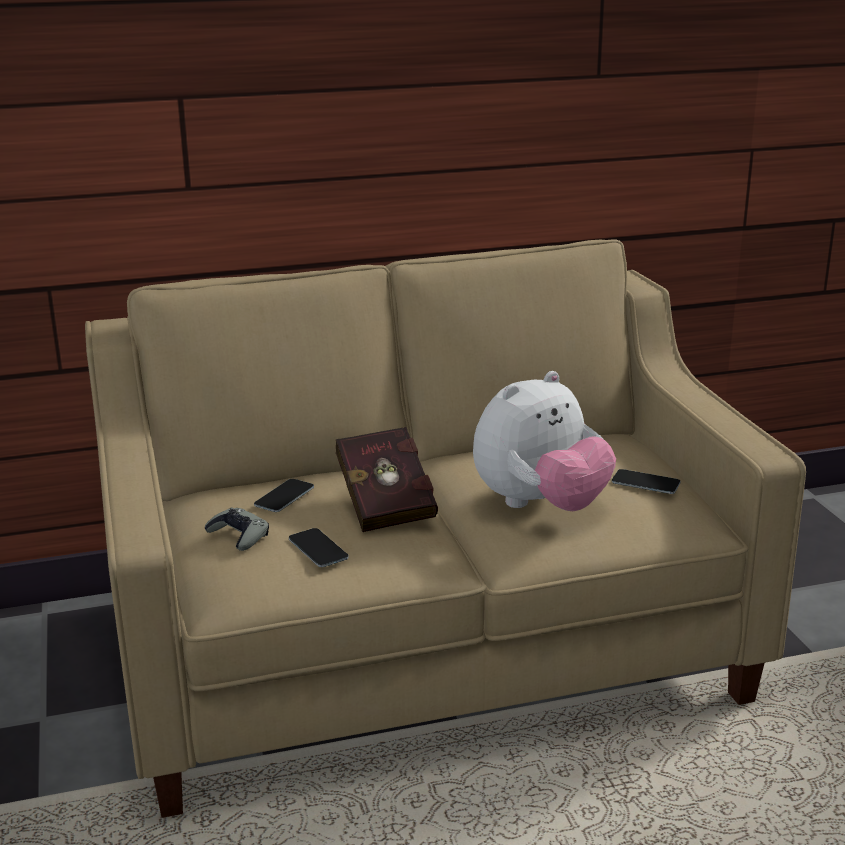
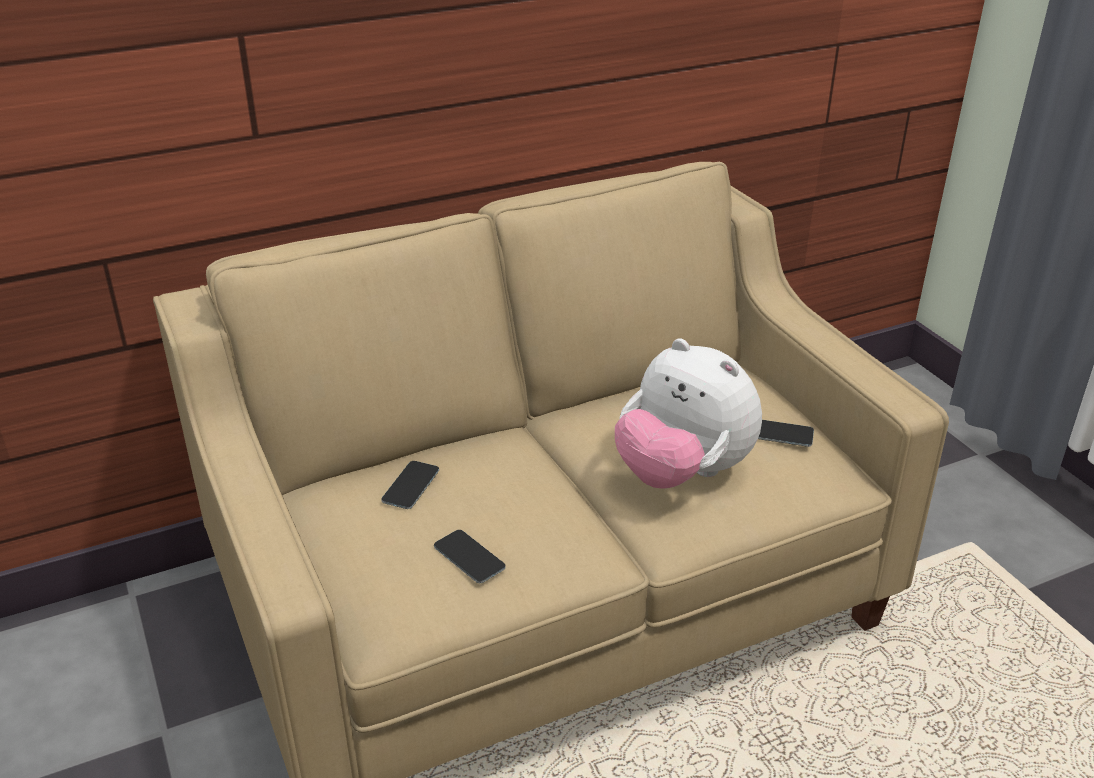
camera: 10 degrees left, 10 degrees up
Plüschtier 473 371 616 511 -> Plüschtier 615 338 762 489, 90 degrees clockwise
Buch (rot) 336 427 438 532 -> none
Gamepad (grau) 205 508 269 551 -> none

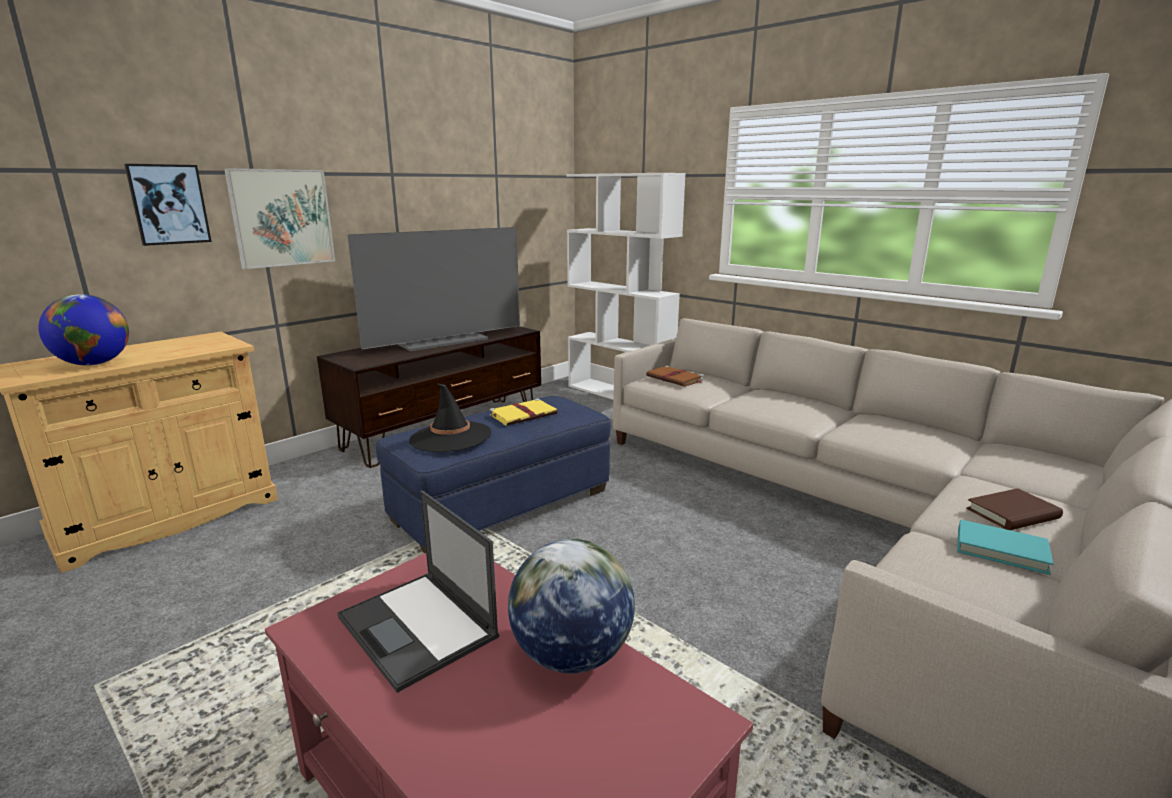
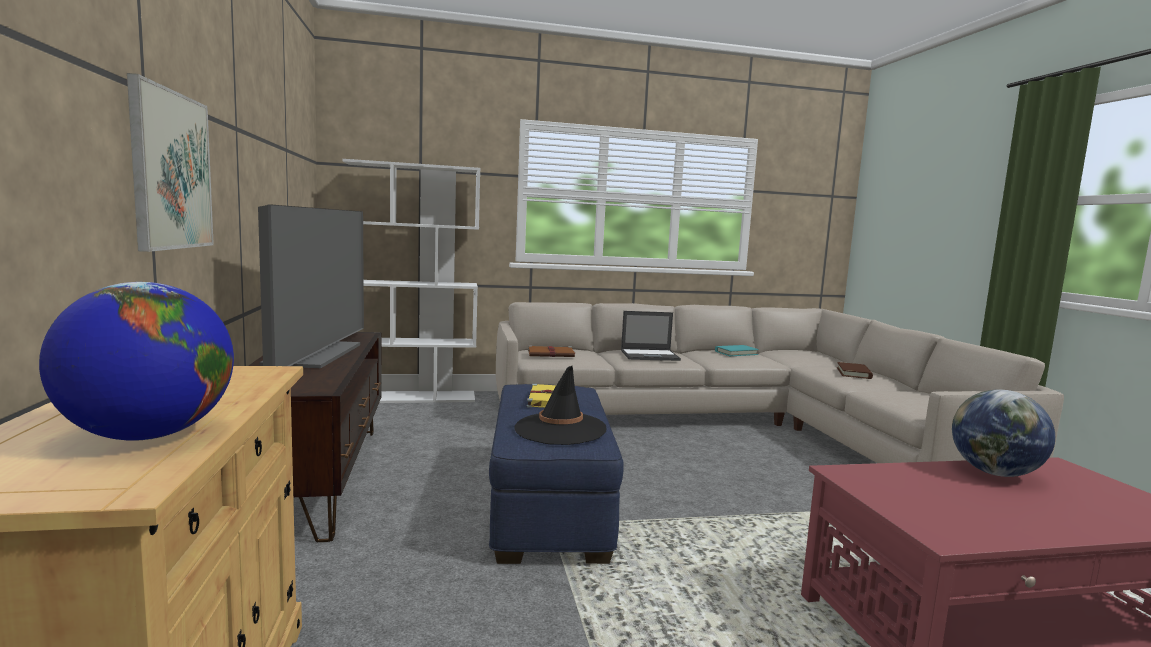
camera: 55 degrees left, 10 degrees down
Bild 124 164 212 246 -> none
Laptop 337 490 499 693 -> Laptop 621 311 681 361, shifted
Buch (türkis) 957 519 1053 575 -> Buch (türkis) 715 345 759 356, shifted

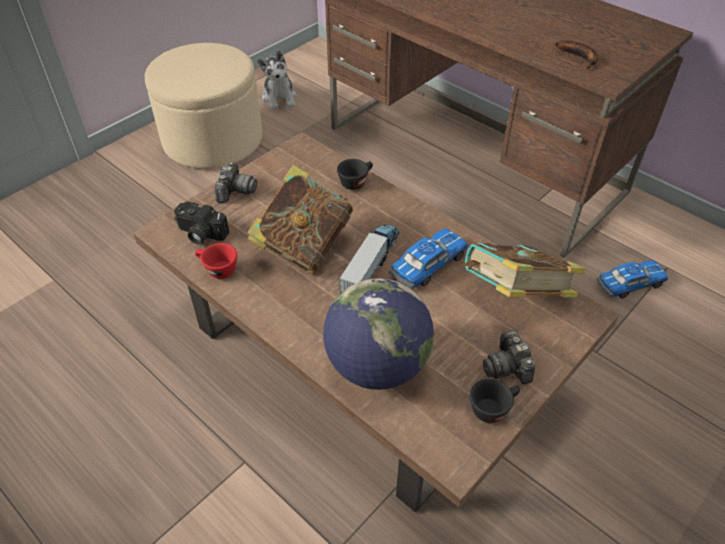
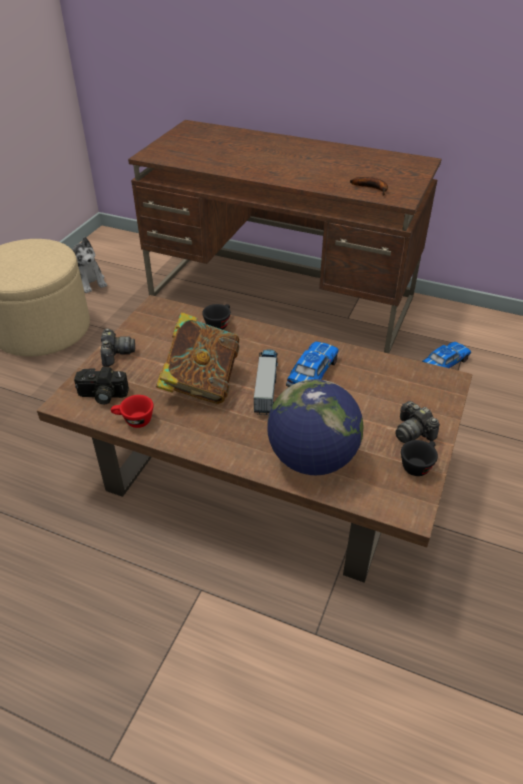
camera: 20 degrees left, 5 degrees down
Buch 463 243 586 298 -> none

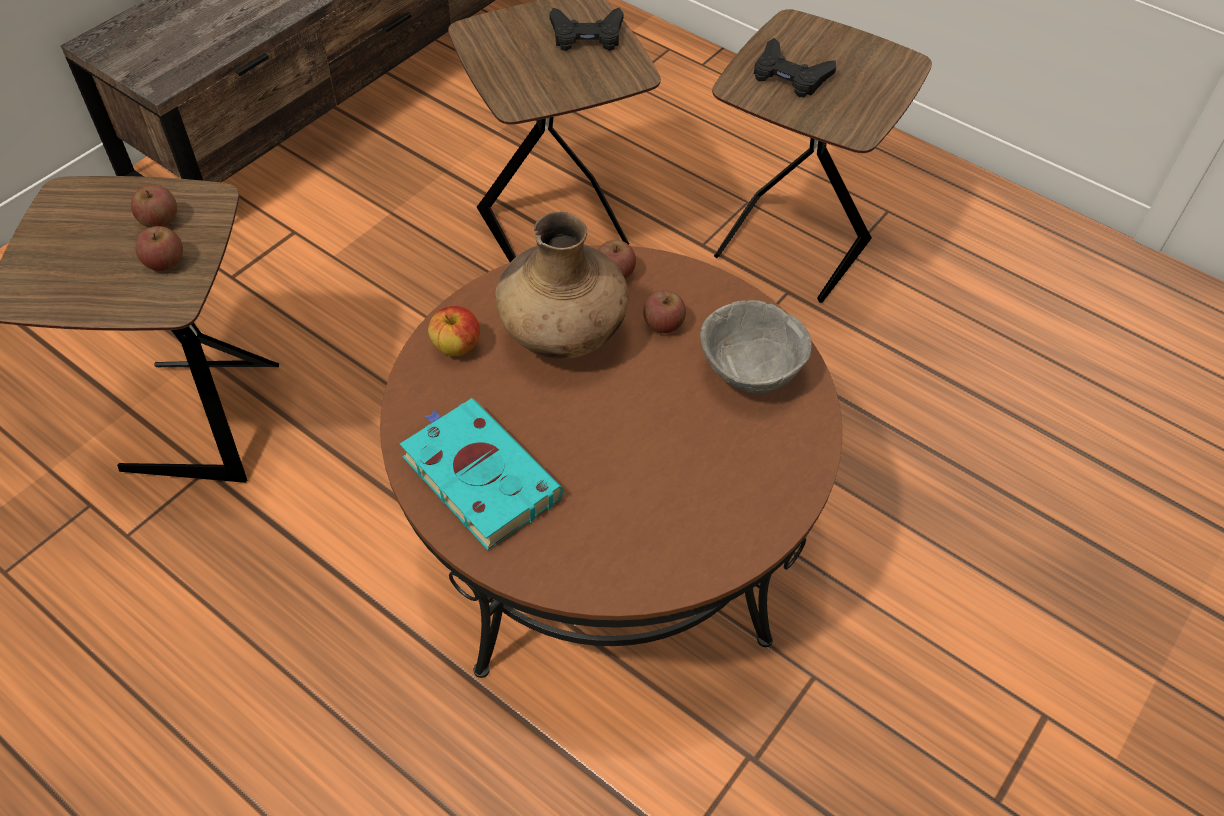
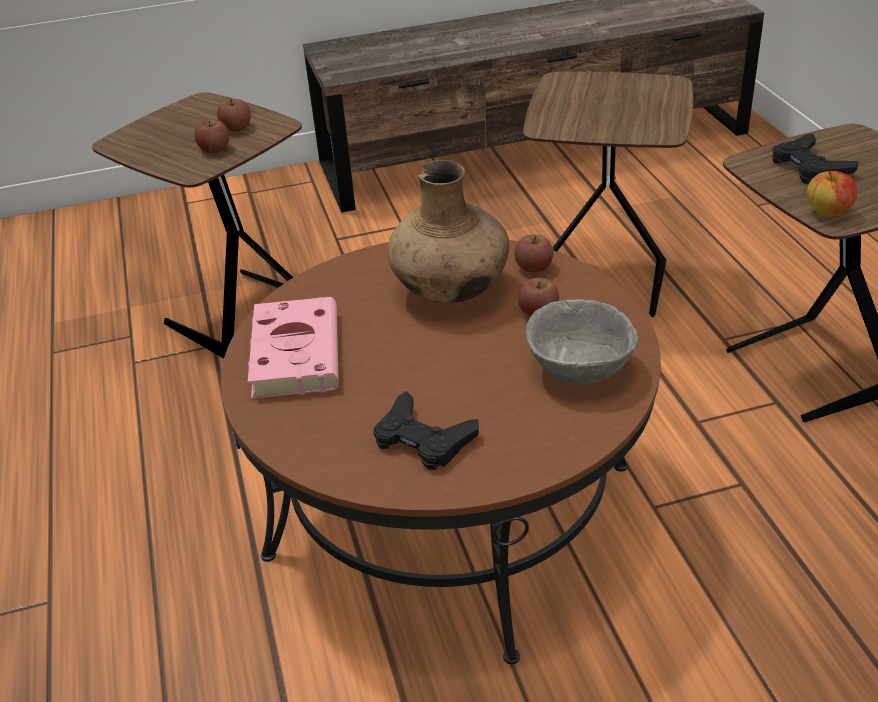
camera: 40 degrees right, 15 degrees down
Gamepad (schwarz) 549 7 624 51 -> Gamepad (schwarz) 373 391 479 470, shifted
Apfel 428 306 480 356 -> Apfel 807 171 857 216, shifted
Buch (türkis) 400 398 563 550 -> Buch (rosa) 248 297 339 399

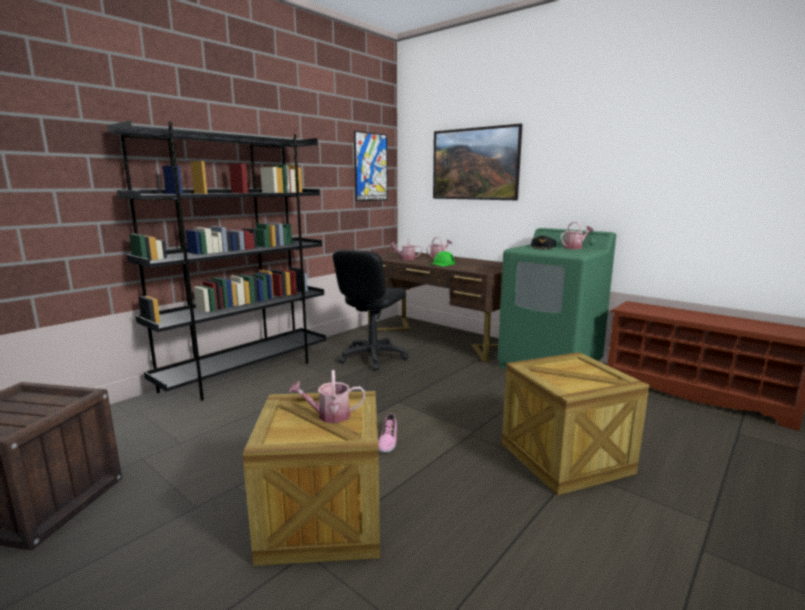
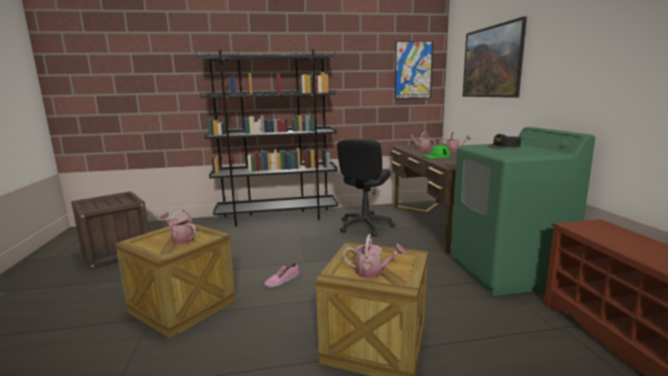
camera: 40 degrees right, 0 degrees up
Gießkanne 560 222 593 249 -> Gießkanne 343 234 405 278, shifted
Bürostuhl (schwarz) 333 250 409 370 -> Bürostuhl (schwarz) 337 139 395 236, 45 degrees counterclockwise

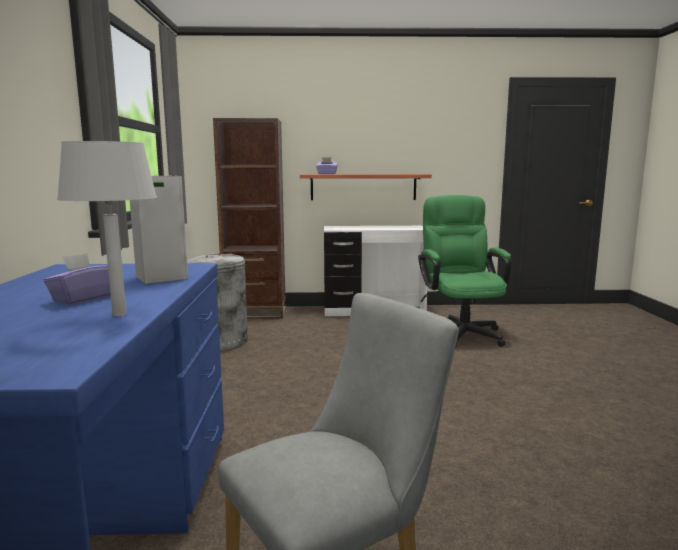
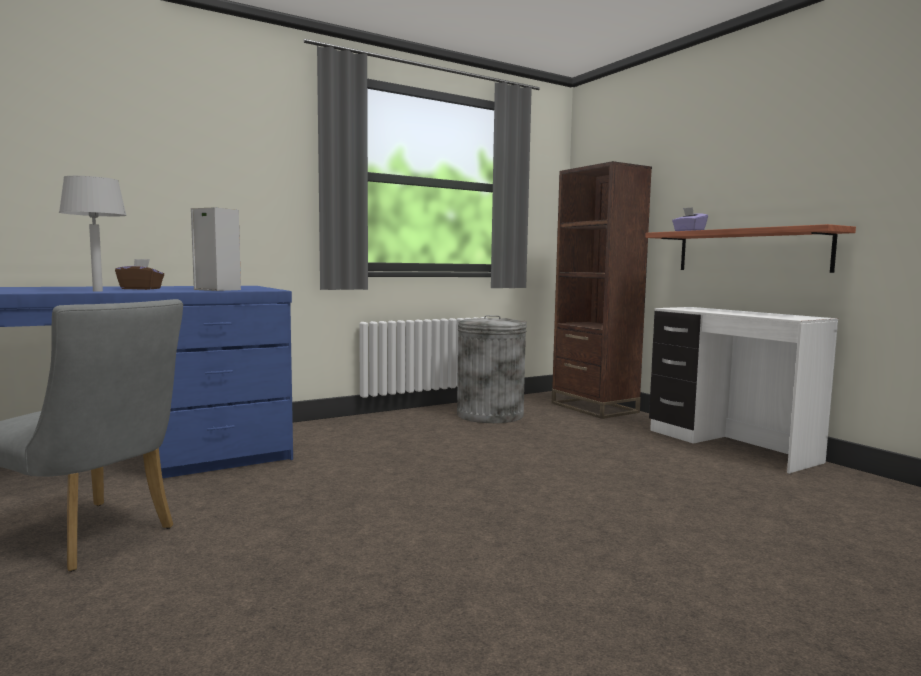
camera: 60 degrees right, 5 degrees down
Bürostuhl (grün) 418 195 512 349 -> none
Taschentuchbox (lila) 44 253 111 305 -> Taschentuchbox (braun) 115 259 164 290

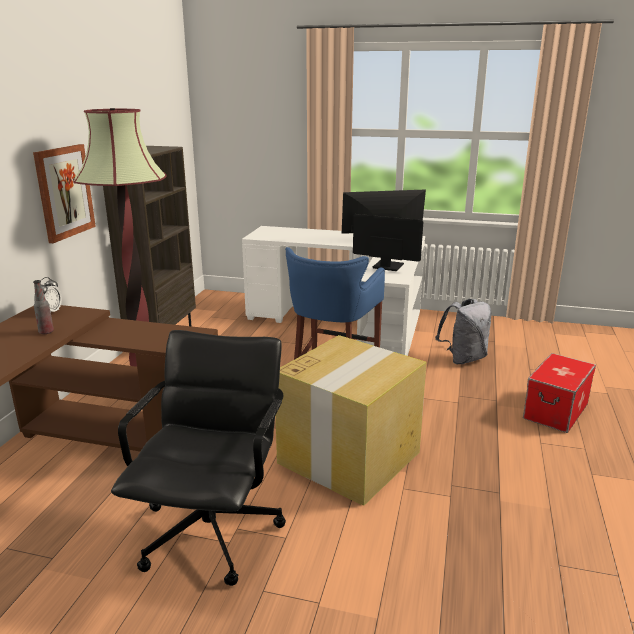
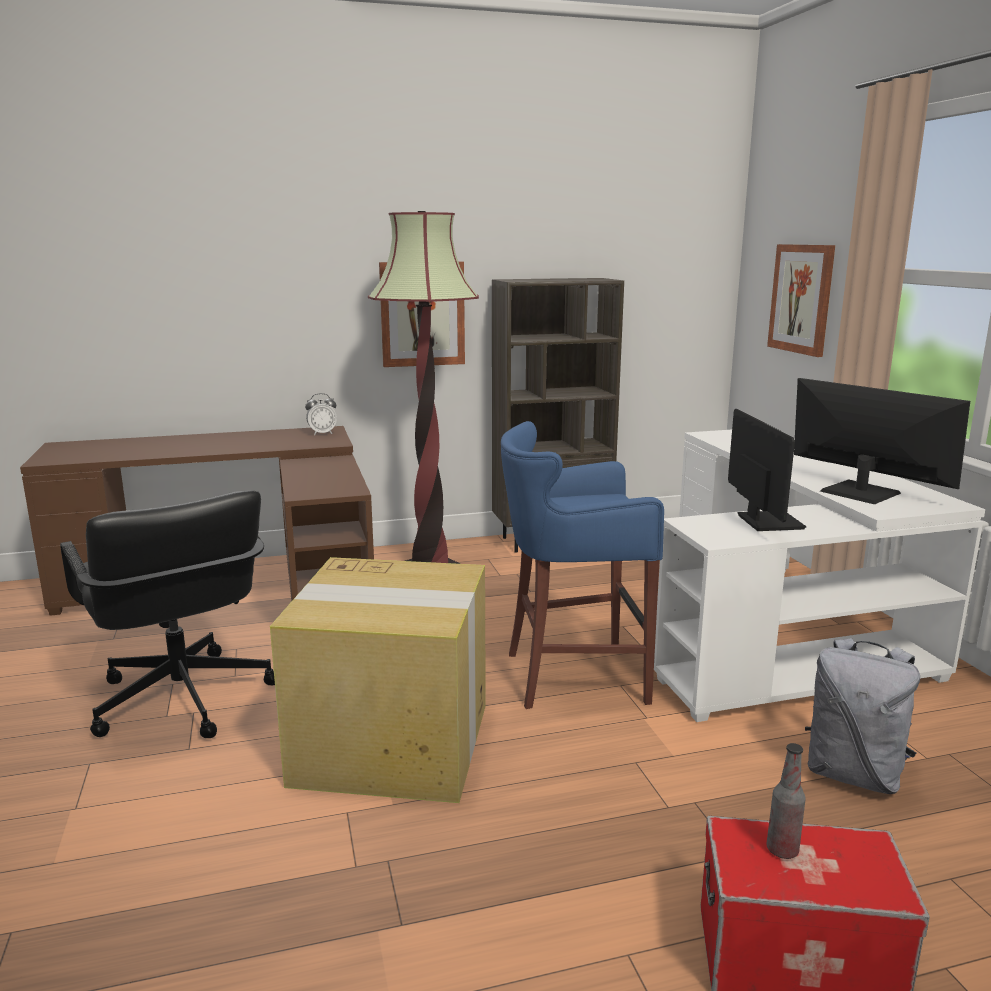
camera: 60 degrees right, 5 degrees down
Flasche 33 280 54 334 -> Flasche 767 743 806 859, shifted
Bürostuhl (schwarz) 111 330 286 586 -> Bürostuhl (schwarz) 60 490 275 738, 75 degrees clockwise
none -> Bild 767 244 835 357

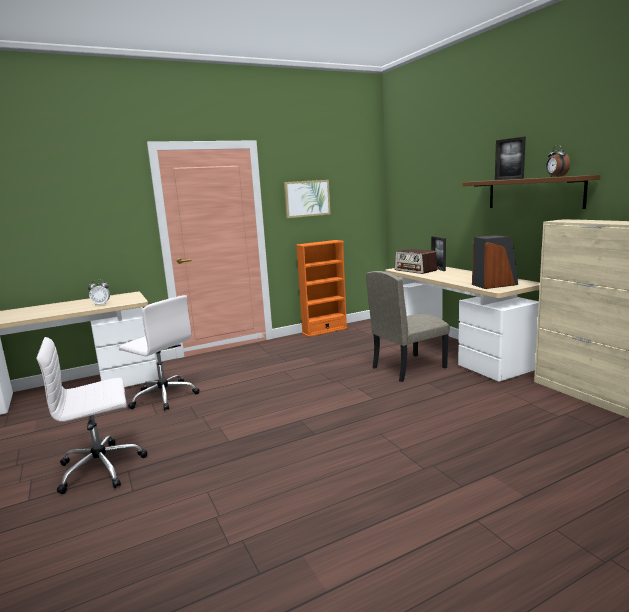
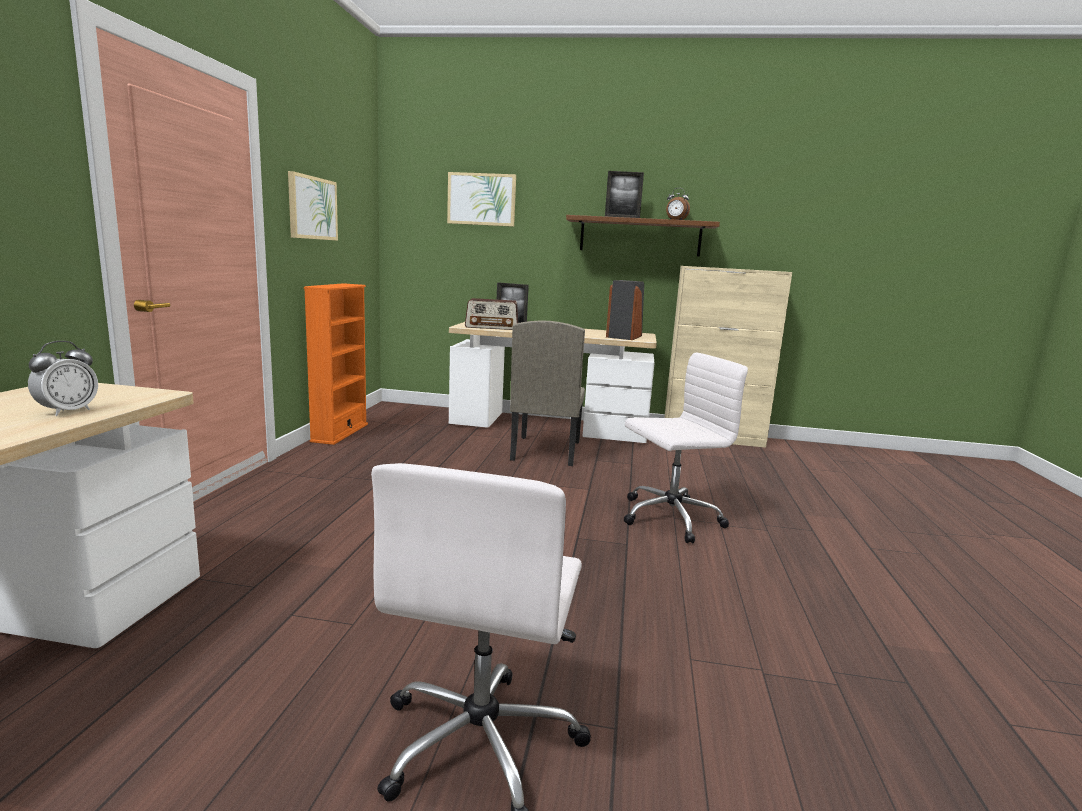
camera: 55 degrees left, 0 degrees up
Bürostuhl (weiß) 119 295 200 411 -> Bürostuhl (weiß) 624 353 748 543, shifted
none -> Bild 447 172 516 227

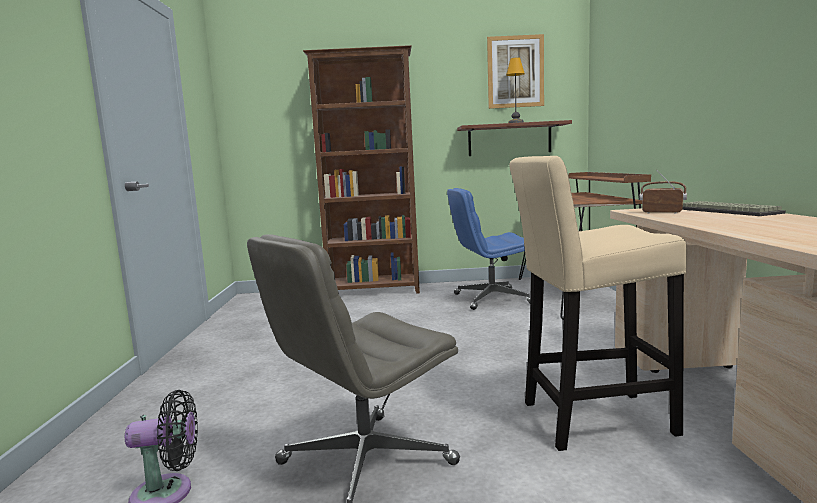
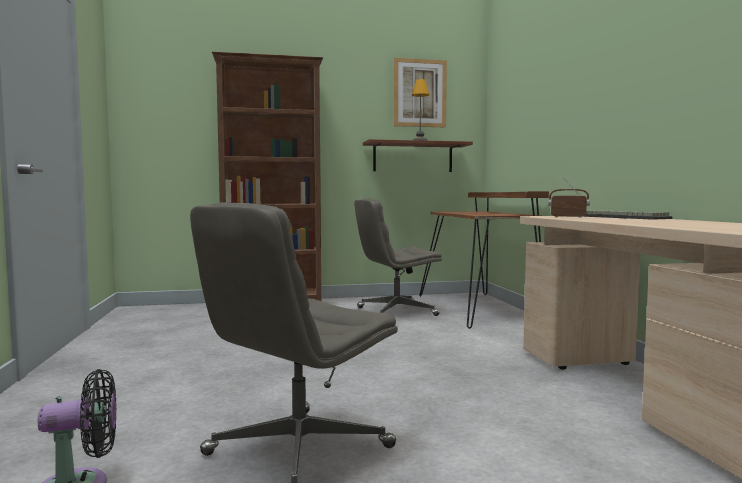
camera: 10 degrees left, 5 degrees down
Hocker (beige) 510 156 687 451 -> none
Bürostuhl (blau) 447 188 531 310 -> Bürostuhl (grau) 354 198 442 316

